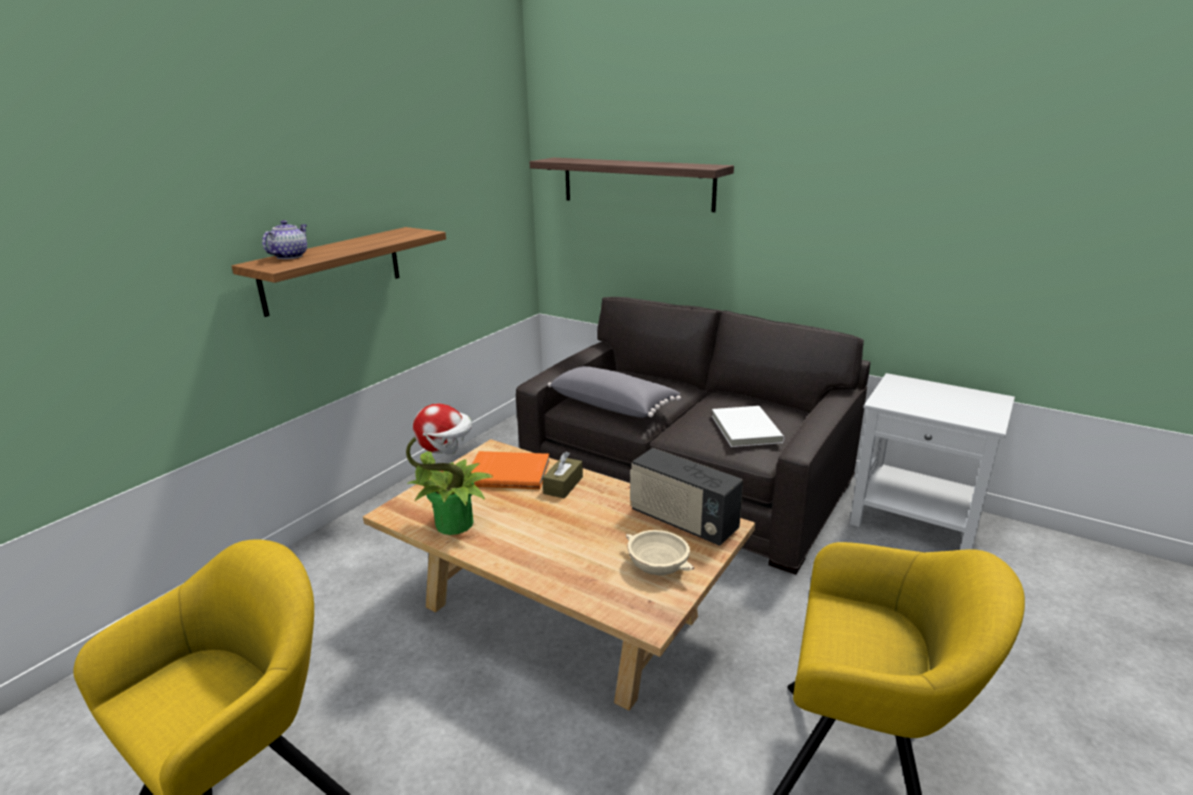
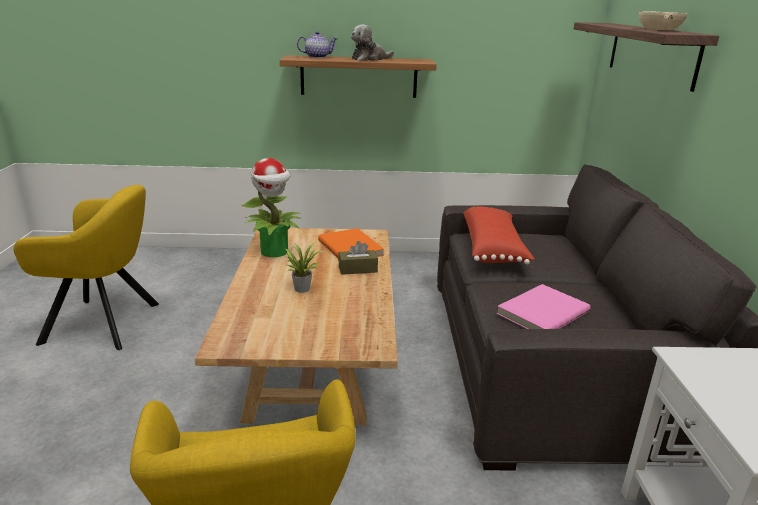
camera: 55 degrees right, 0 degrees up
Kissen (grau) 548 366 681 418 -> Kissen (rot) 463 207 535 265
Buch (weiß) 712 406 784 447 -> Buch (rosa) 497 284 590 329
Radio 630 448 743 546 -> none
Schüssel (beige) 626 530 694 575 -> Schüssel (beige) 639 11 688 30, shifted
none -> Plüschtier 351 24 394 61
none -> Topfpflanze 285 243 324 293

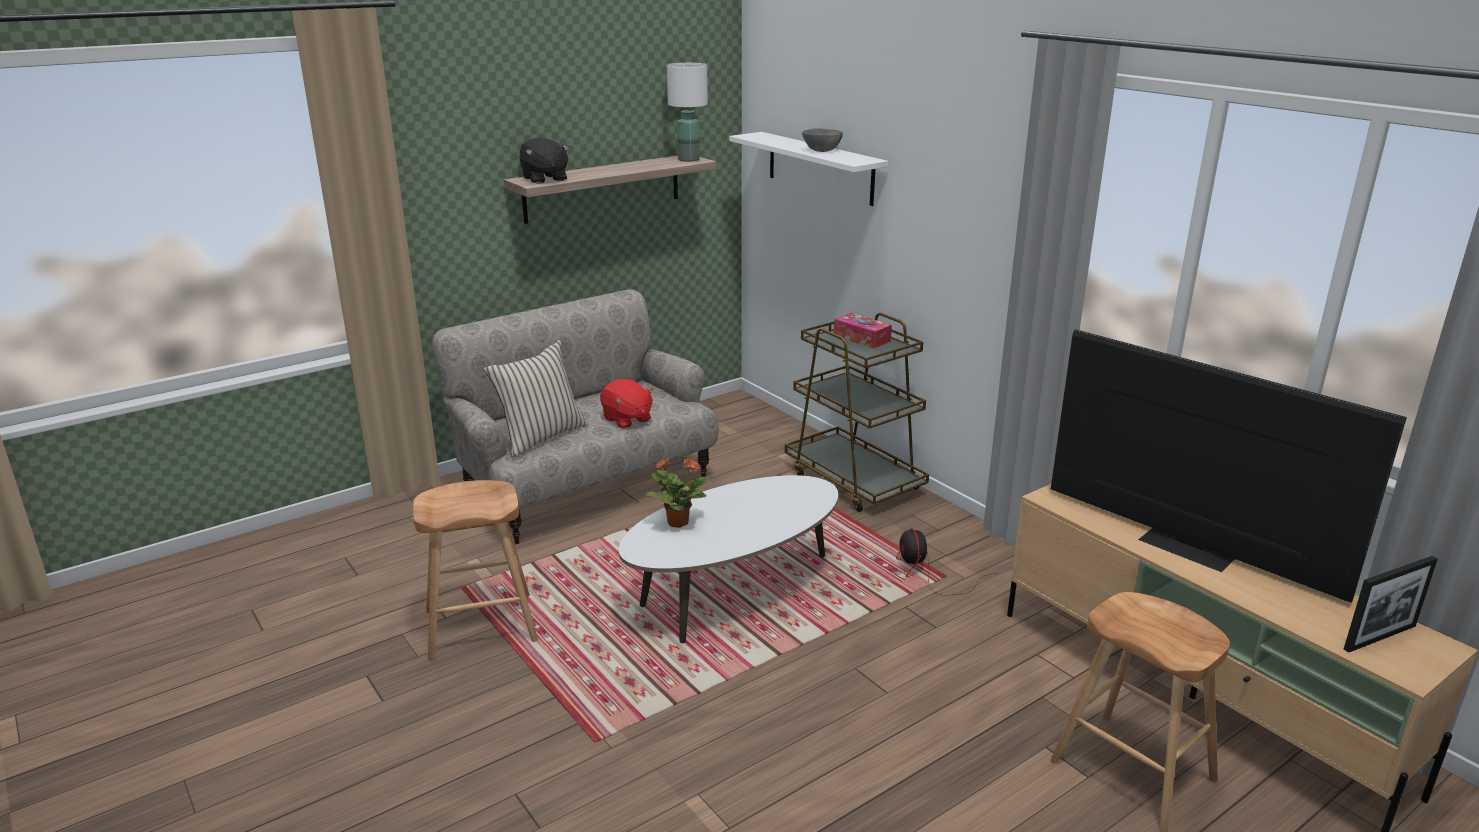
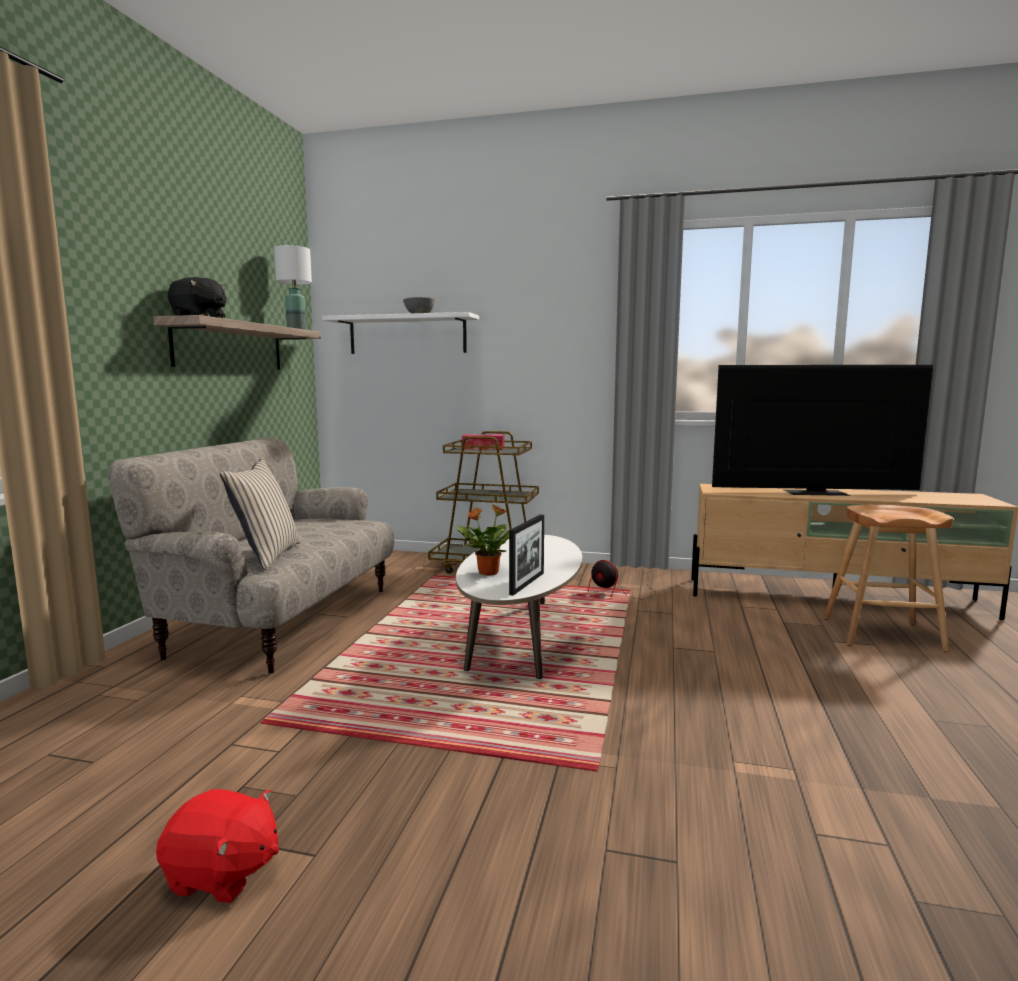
camera: 40 degrees left, 15 degrees down
Plüschtier (rot) 600 379 654 428 -> Plüschtier (rot) 156 789 279 903, shifted
Hocker (braun) 413 480 538 660 -> none
Bilderrahmen 1344 556 1438 652 -> Bilderrahmen 509 515 544 596, shifted

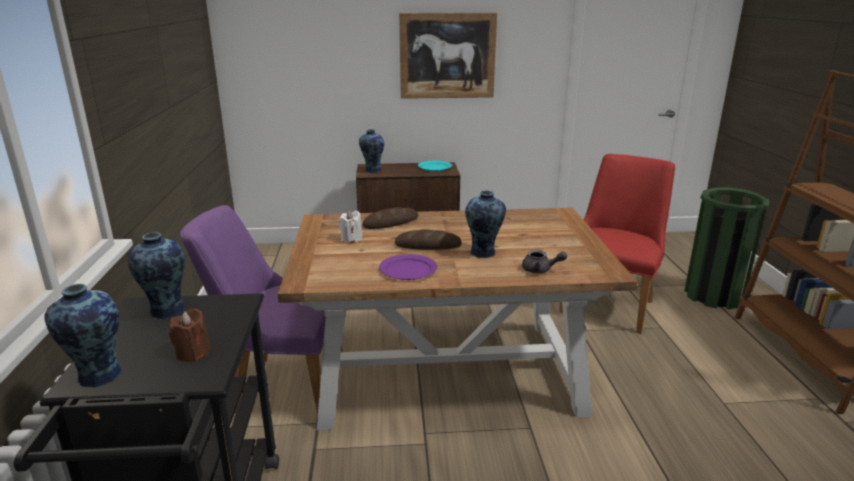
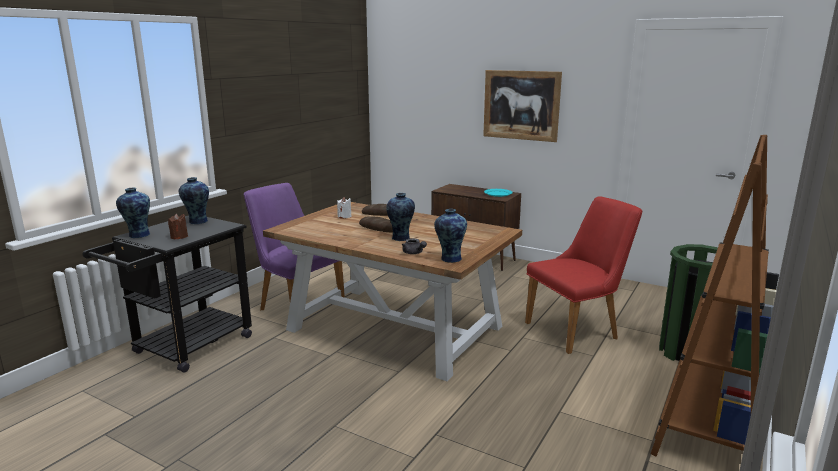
camera: 35 degrees right, 5 degrees down
Vase 359 129 384 173 -> Vase 434 209 467 263, shifted
Teller (lila) 379 254 437 280 -> none

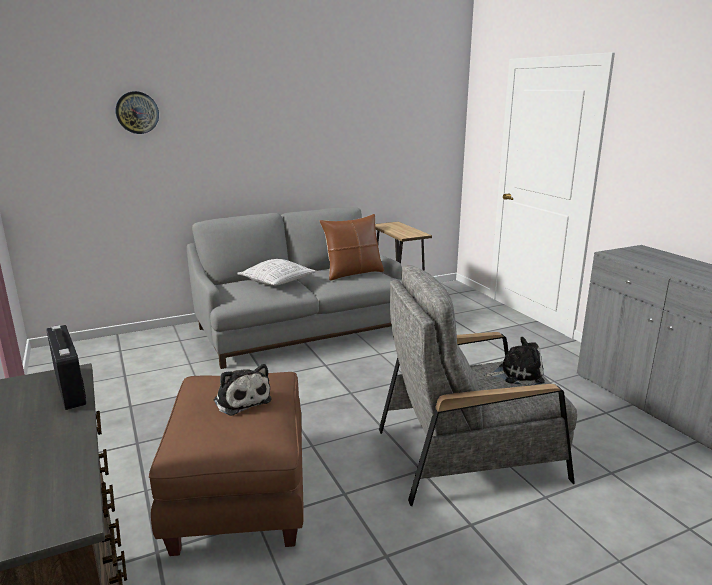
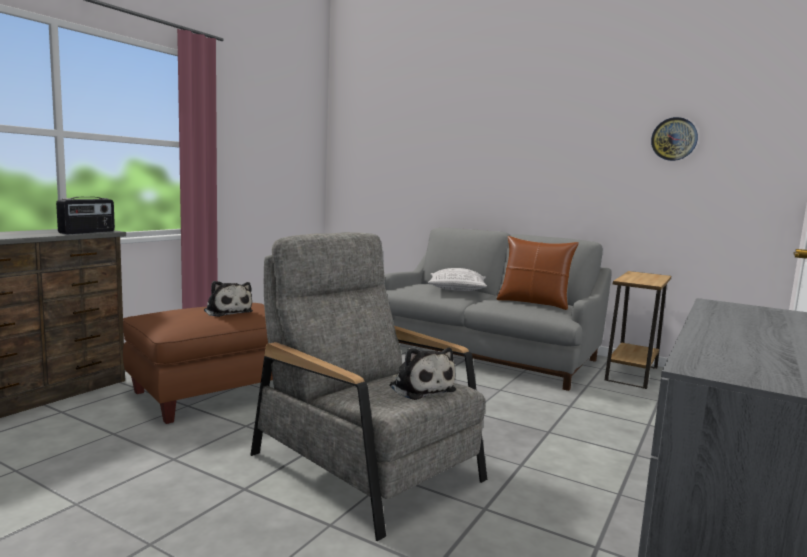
camera: 55 degrees right, 10 degrees down
Wanduhr 116 91 159 134 -> Wanduhr 651 117 698 161, shifted
Plüschtier 214 364 272 416 -> Plüschtier 204 281 253 317, 60 degrees counterclockwise

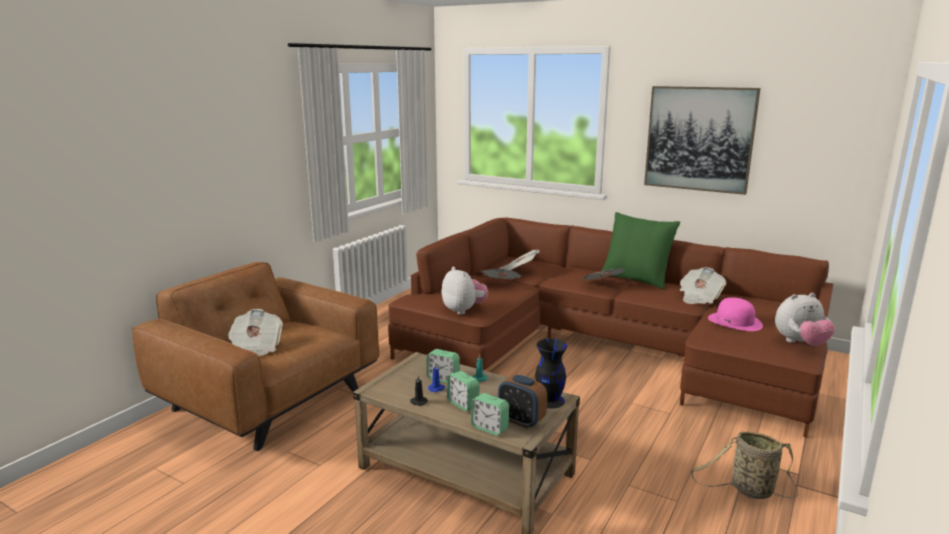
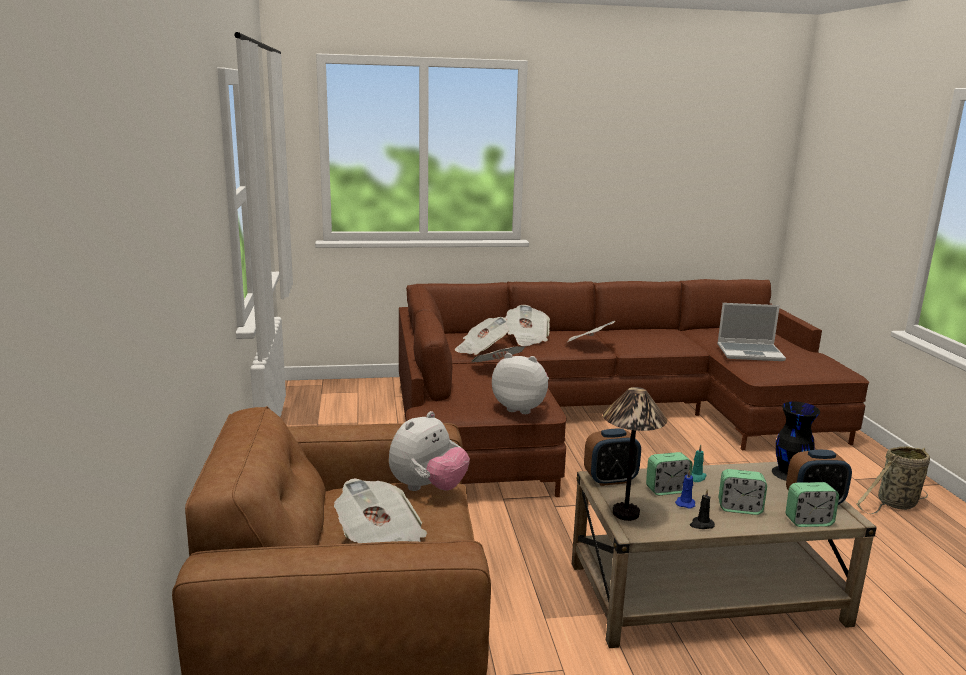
camera: 40 degrees left, 0 degrees up
Bild 644 86 760 195 -> none
Kissen (grün) 602 212 680 289 -> none
Zeitung 680 267 726 304 -> Zeitung 505 305 550 346, shifted
Plüschtier 775 293 835 346 -> Plüschtier 389 411 470 491, shifted
Hut (rosa) 708 297 763 331 -> Laptop 717 303 786 361
none -> Tischlampe 603 387 667 521
none -> Wecker 584 429 641 486

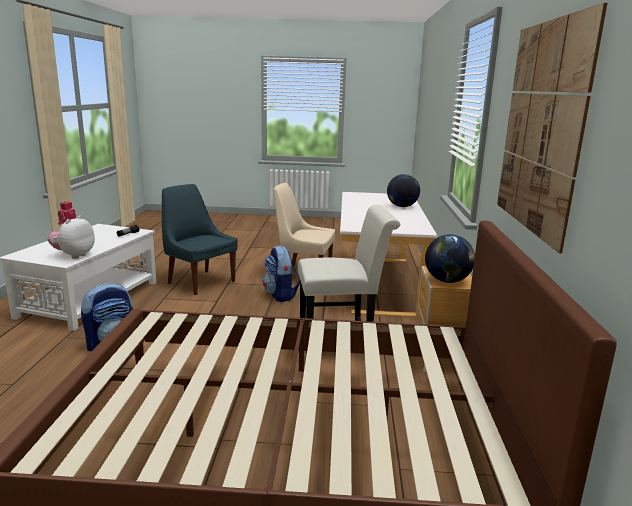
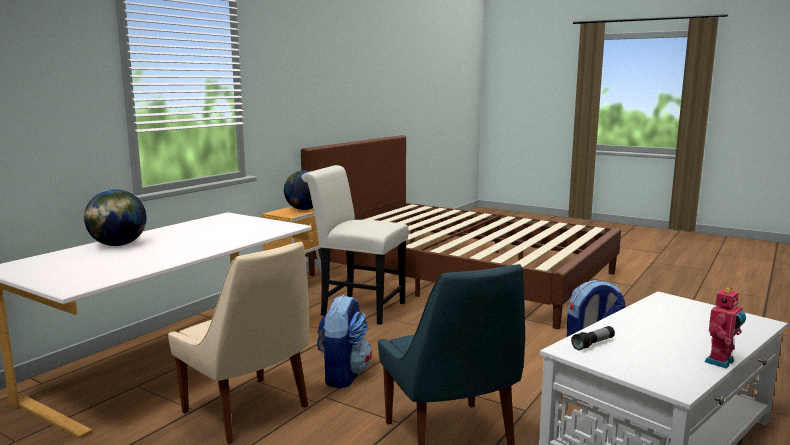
camera: 150 degrees left, 5 degrees down
Bild 497 3 607 254 -> none
Plüschtier 48 215 95 259 -> none

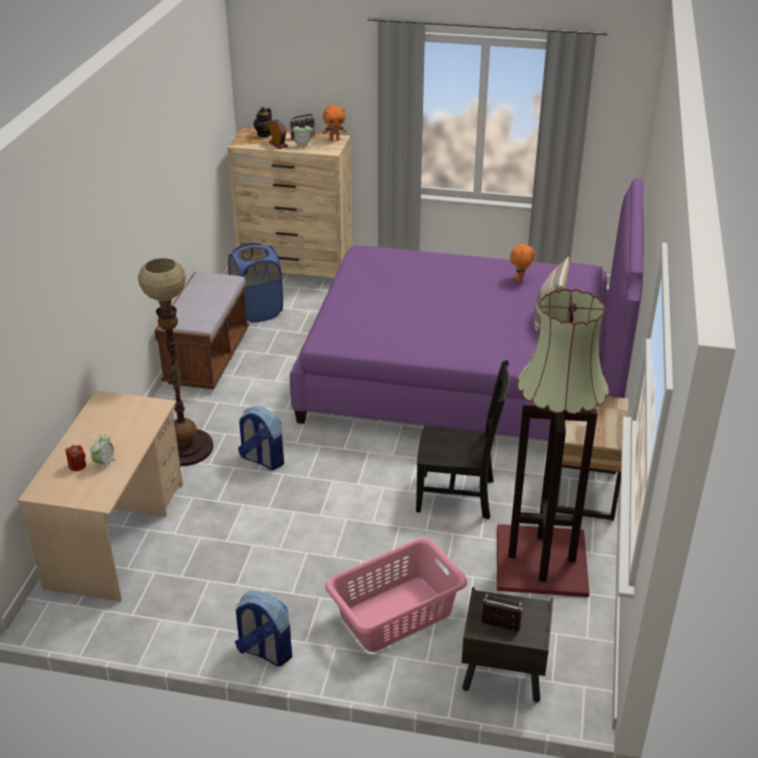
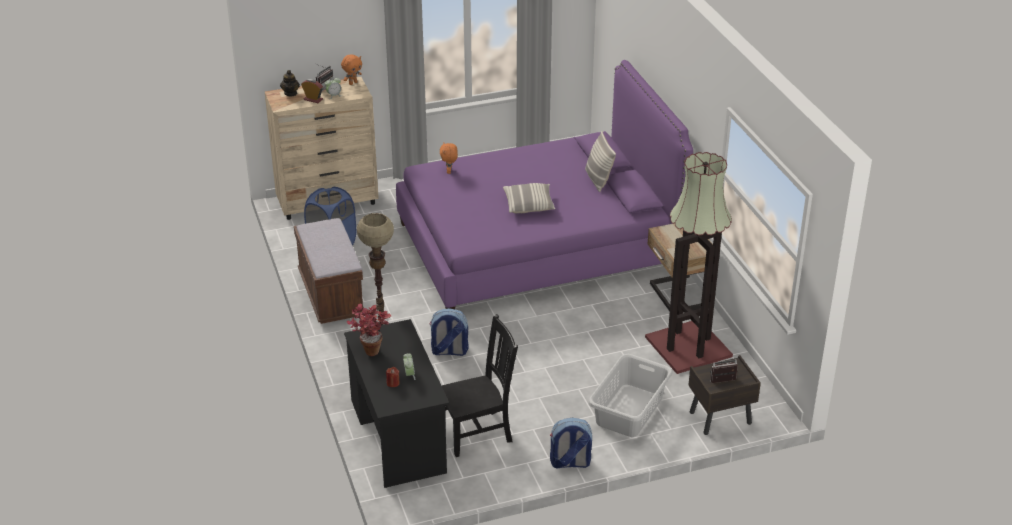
camera: 30 degrees left, 0 degrees up
Plüschtier (orange) 510 242 535 282 -> Plüschtier (orange) 440 143 458 174, shifted
Stuhl (schwarz) 416 360 510 519 -> Stuhl (schwarz) 442 314 518 457, shifted
Schreibtisch (beige) 18 391 183 602 -> Schreibtisch (schwarz) 344 319 449 488
Wäschekorb (rosa) 325 538 467 652 -> Wäschekorb (grau) 588 354 672 437
none -> Kissen 503 183 555 213
none -> Topfpflanze 347 303 391 356

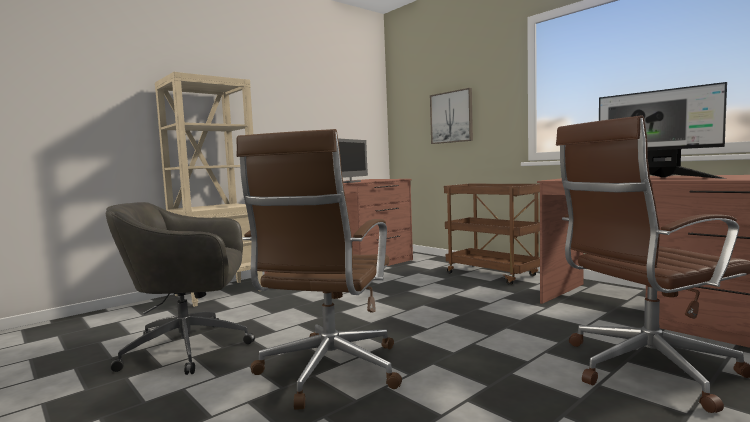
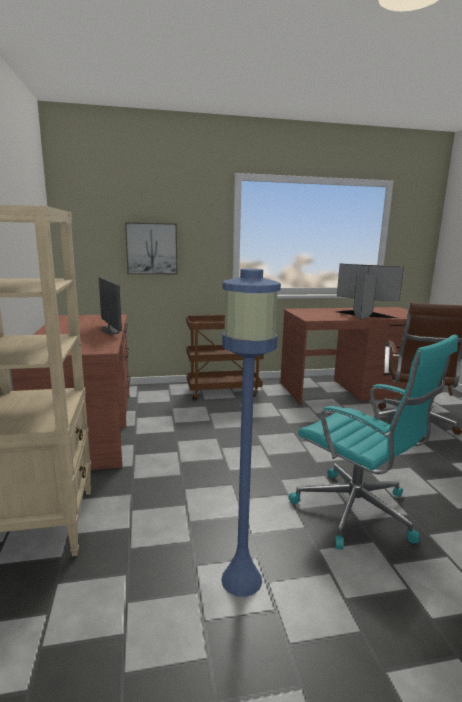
camera: 60 degrees left, 10 degrees up
Monitor 599 82 727 179 -> Monitor 337 264 404 320, 135 degrees counterclockwise
Bürostuhl (braun) 237 129 402 410 -> Bürostuhl (türkis) 289 335 458 550
Bürostuhl (grau) 106 202 255 375 -> Stehlampe (blau) 221 268 281 597

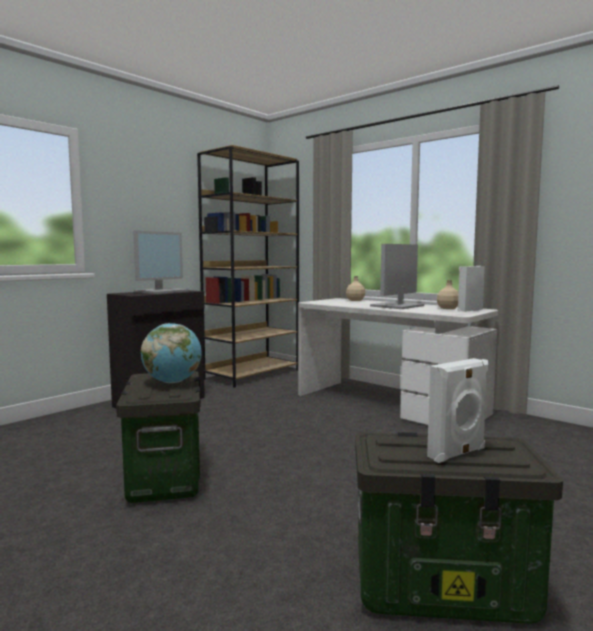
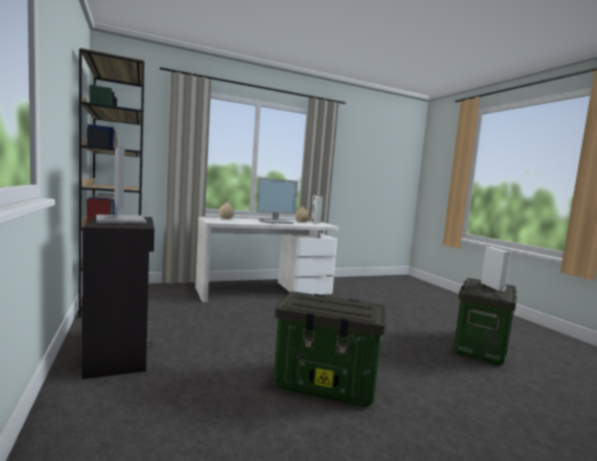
camera: 65 degrees left, 0 degrees up
Monitor 370 244 424 309 -> Monitor 256 177 298 224, 90 degrees counterclockwise
Globus 141 323 202 383 -> none

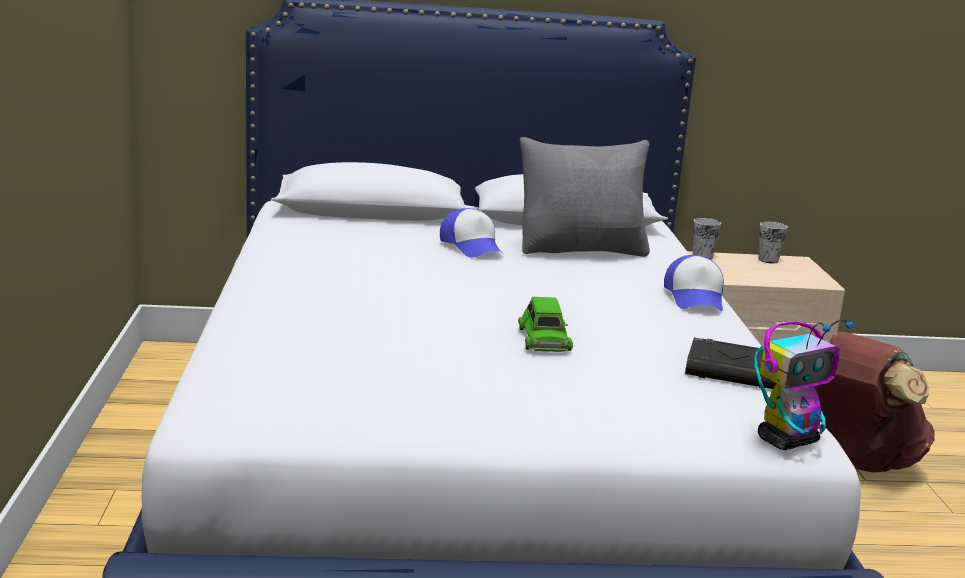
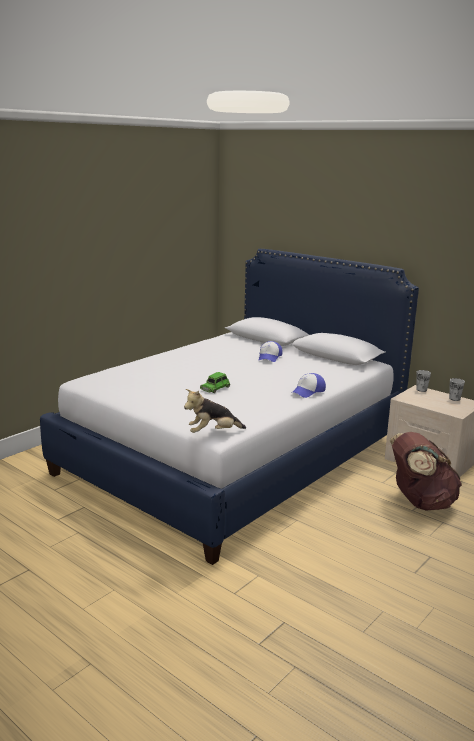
camera: 45 degrees right, 0 degrees up
Kissen (grau) 520 137 650 257 -> none
Spielzeugroboter 754 320 853 450 -> Plüschtier 184 389 246 433
Buch (schwarz) 685 337 776 389 -> none

